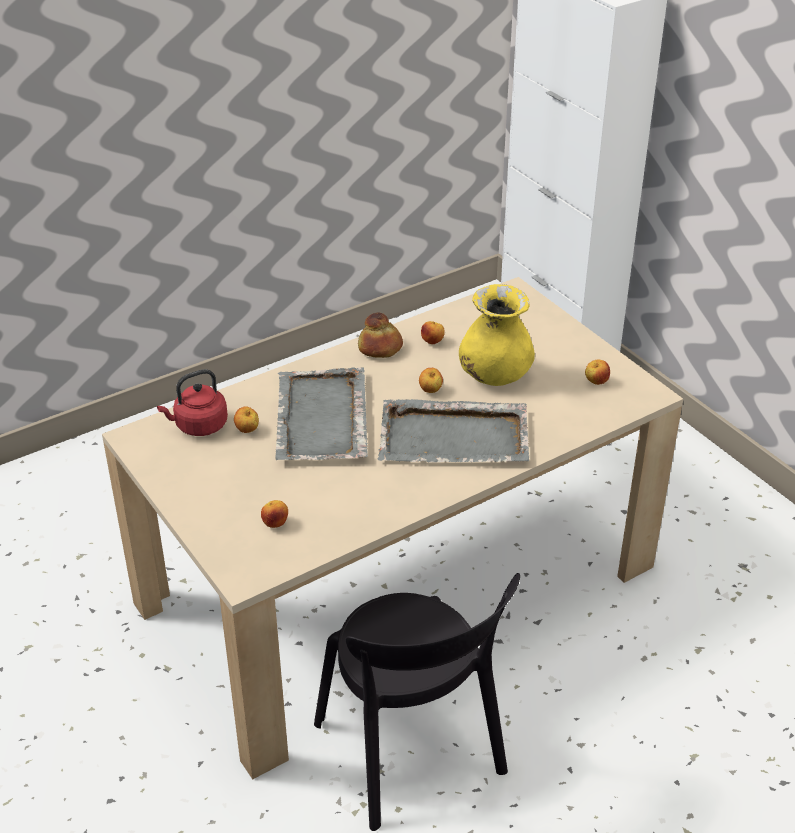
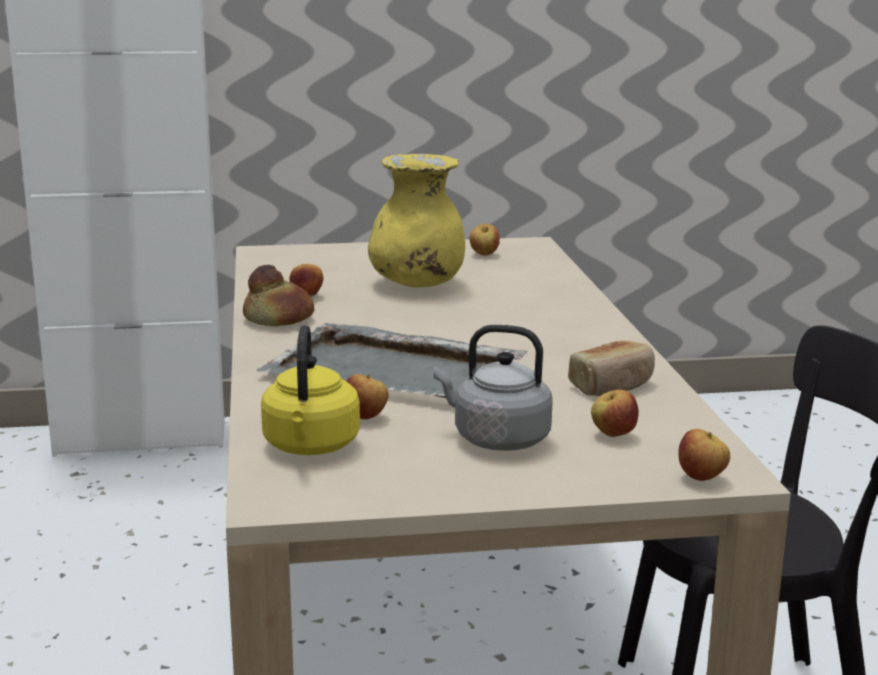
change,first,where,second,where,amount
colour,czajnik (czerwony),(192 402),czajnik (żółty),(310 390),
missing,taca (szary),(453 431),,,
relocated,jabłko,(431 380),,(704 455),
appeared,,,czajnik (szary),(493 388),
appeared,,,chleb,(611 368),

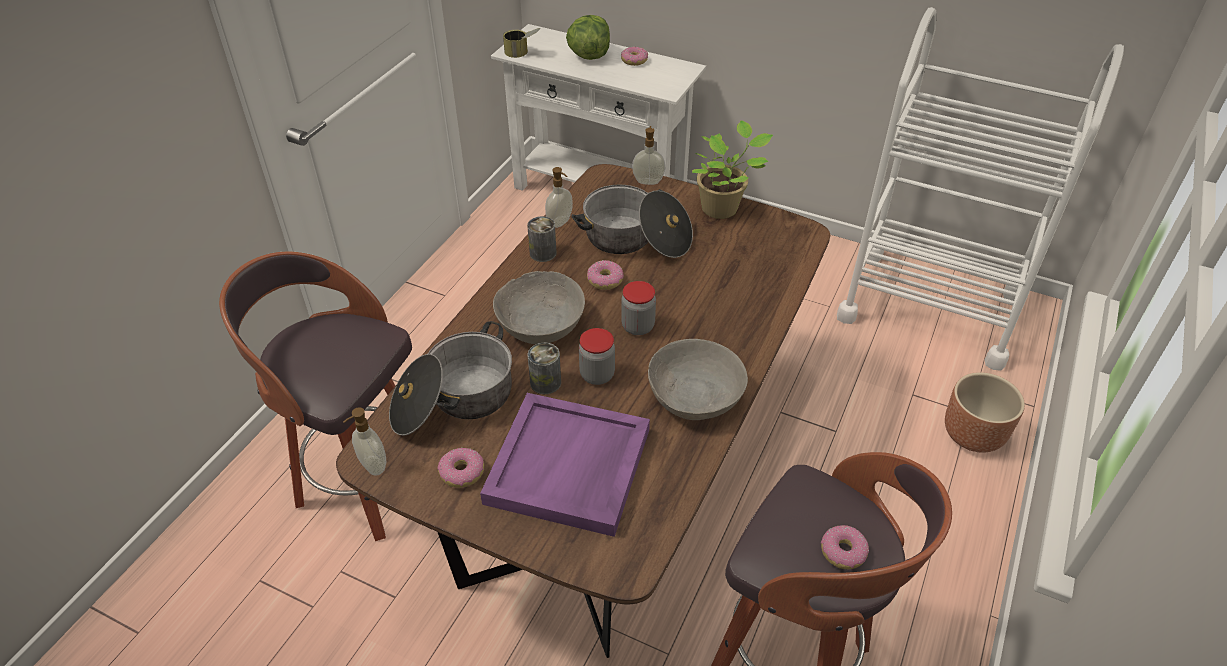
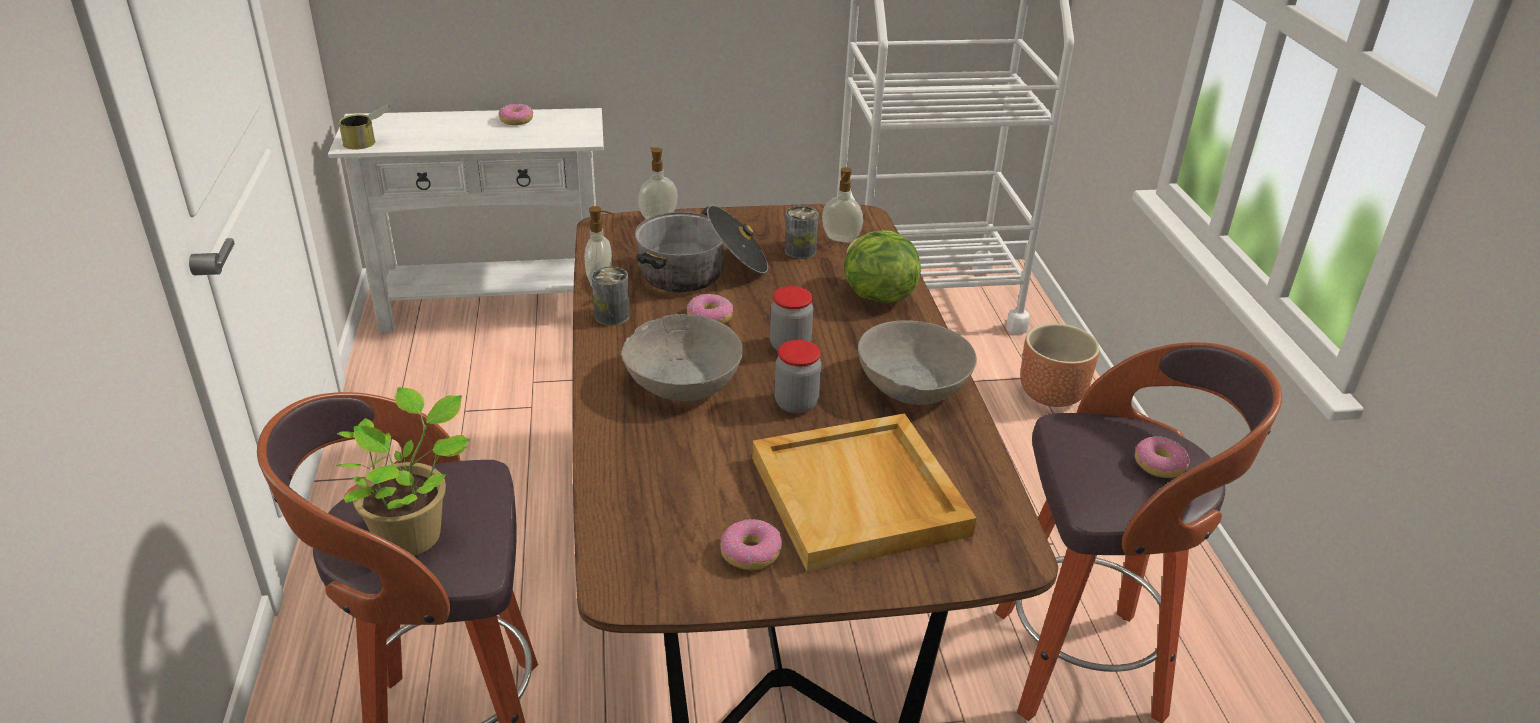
change,first,where,second,where,amount
relocated,dozownik mydła,(364 441),,(842 205),
missing,garnek,(450 378),,,
colour,taca (fioletowy),(565 465),taca (beżowy),(864 492),
relocated,puszka,(544 368),,(802 232),
relocated,sałata,(588 37),,(882 266),
relocated,roślina doniczkowa,(732 169),,(403 471),

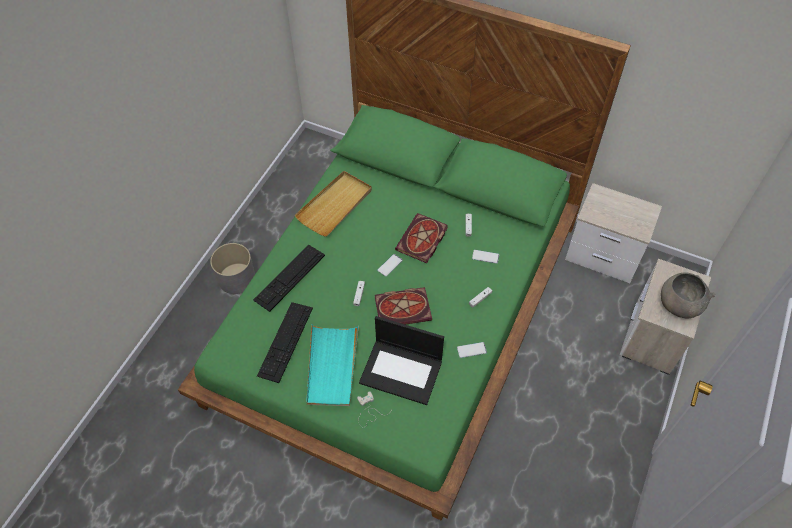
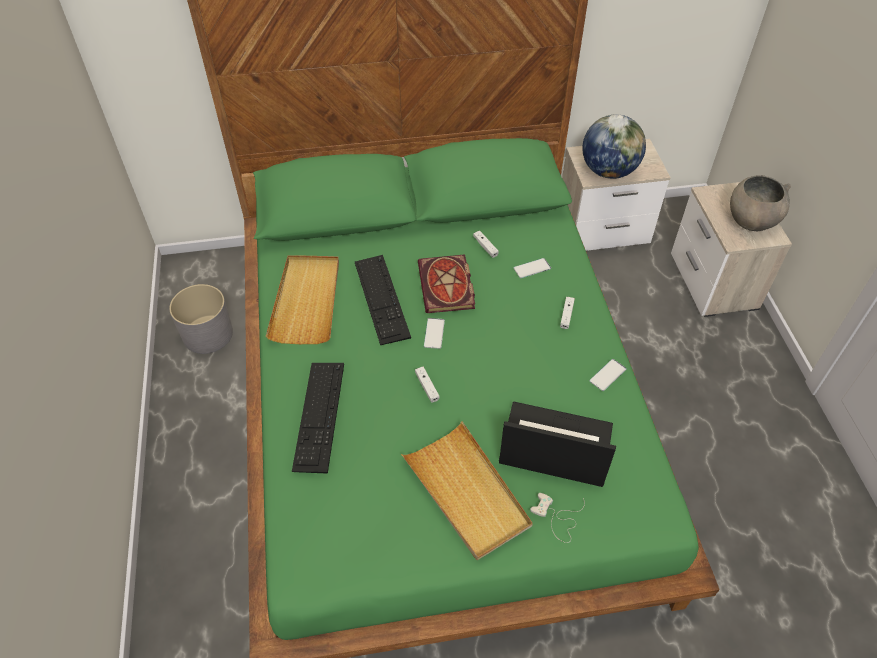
change,first,where,second,where,amount
relocated,donica (szary),(232 268),,(201 319),
relocated,klawiatura,(285 342),,(383 300),
colour,taca (turkusowy),(332 365),taca (beżowy),(467 490),
spun,laptop,(401 360),,(557 444),150 degrees counterclockwise
missing,książka,(403 306),,,
appeared,,,globus,(614 146),

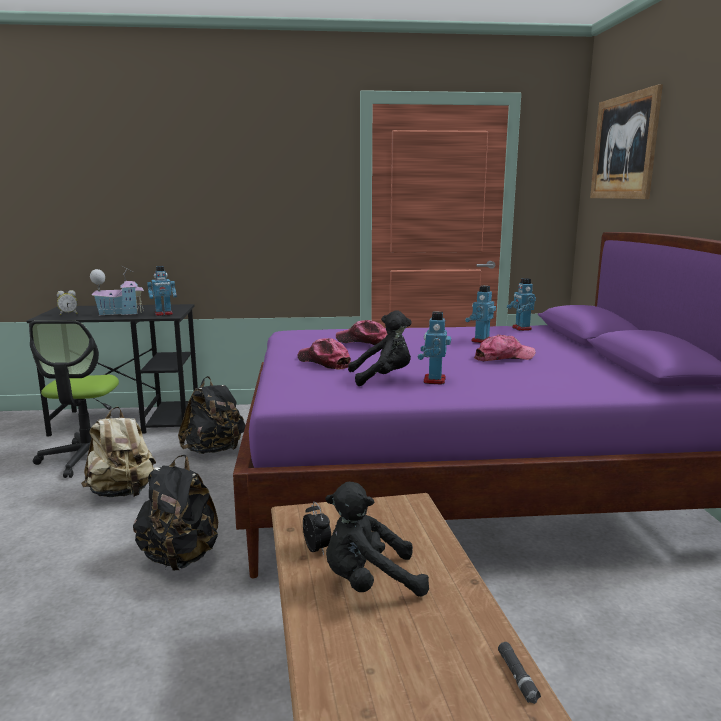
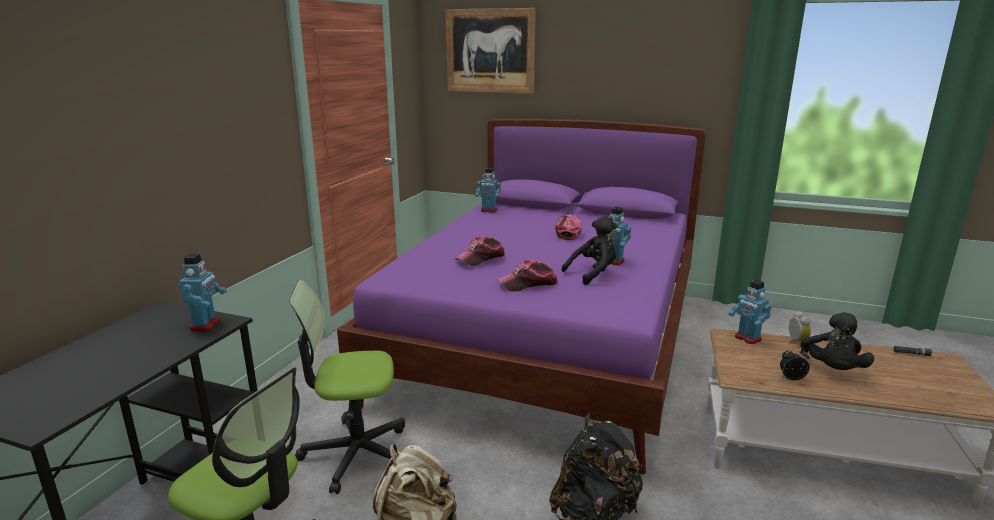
change,first,where,second,where,amount
relocated,budzik,(67 302),,(800 327),
missing,domek,(117 290),,,
exchanged,plecak (czarny),(212 415),krzesło biurowe,(347 387),
spun,pluszak (czarny),(380 348),,(589 250),45 degrees clockwise
relocated,robot zabawkowy,(480 314),,(750 312),

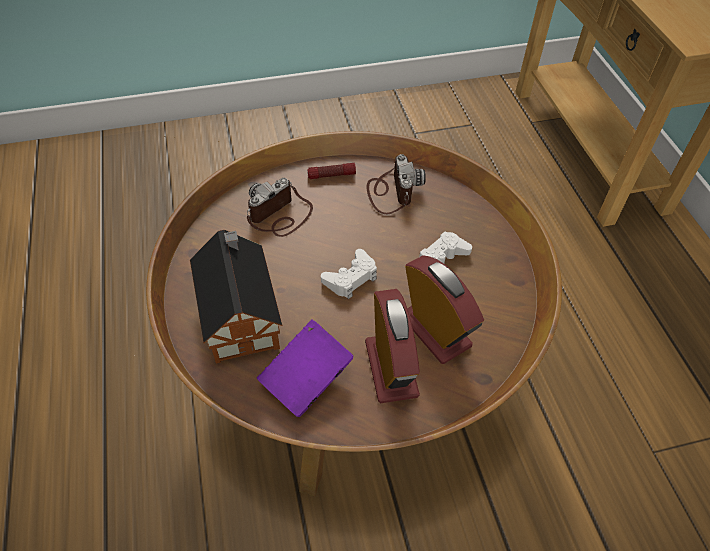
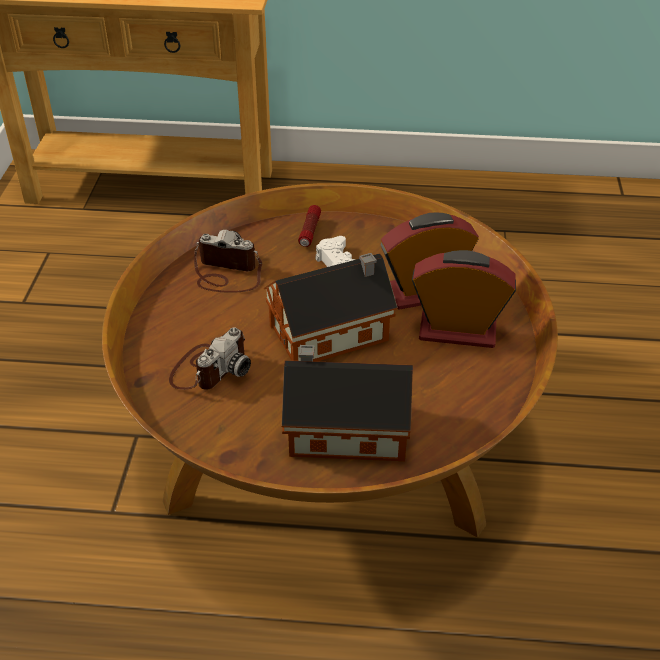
change,first,where,second,where,amount
spun,aparat fotograficzny,(280 207),,(210 358),120 degrees counterclockwise
missing,książka (fioletowy),(305 368),,,
relocated,latarka,(331 171),,(309 226),
exchanged,pad do gier (biały),(349 274),domek,(331 307),

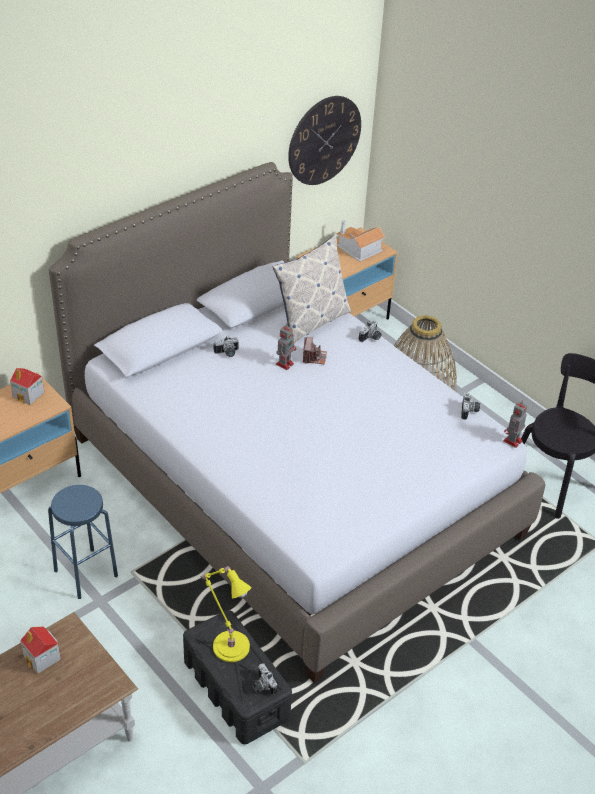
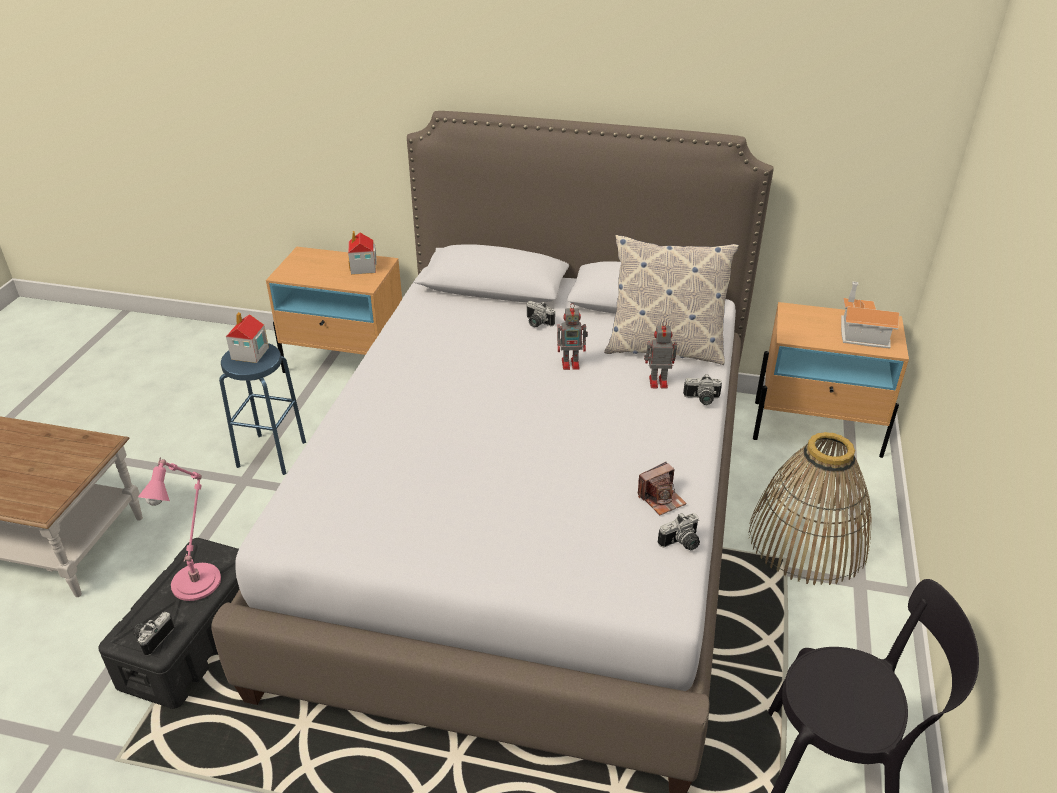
change,first,where,second,where,amount
relocated,domek,(40 650),,(247 337),
colour,lampa stołowa (żółty),(226 614),lampa stołowa (różowy),(179 529),
missing,zegar ścienny,(324 140),,,
relocated,aparat fotograficzny,(315 350),,(662 488),
relocated,robot zabawkowy,(515 424),,(660 355),

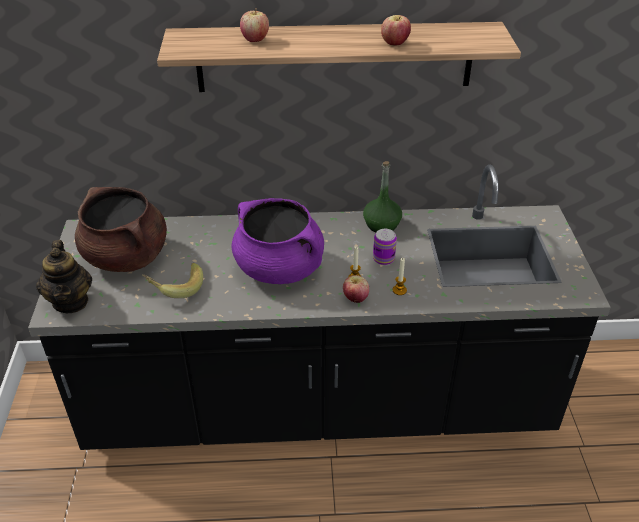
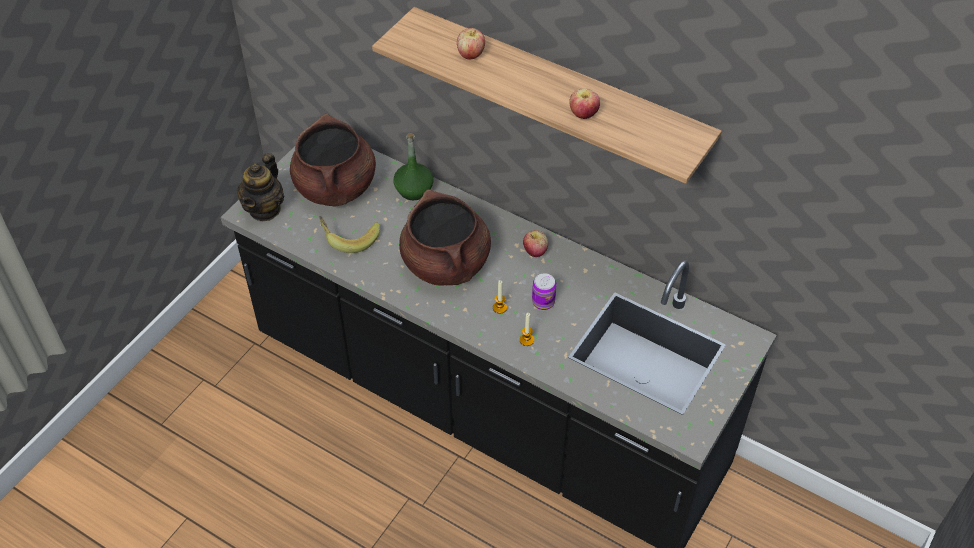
change,first,where,second,where,amount
colour,garnek (fioletowy),(277 241),garnek (brązowy),(445 237),
relocated,jabłko,(356 289),,(535 243),
relocated,butelka (zielony),(382 196),,(413 166),

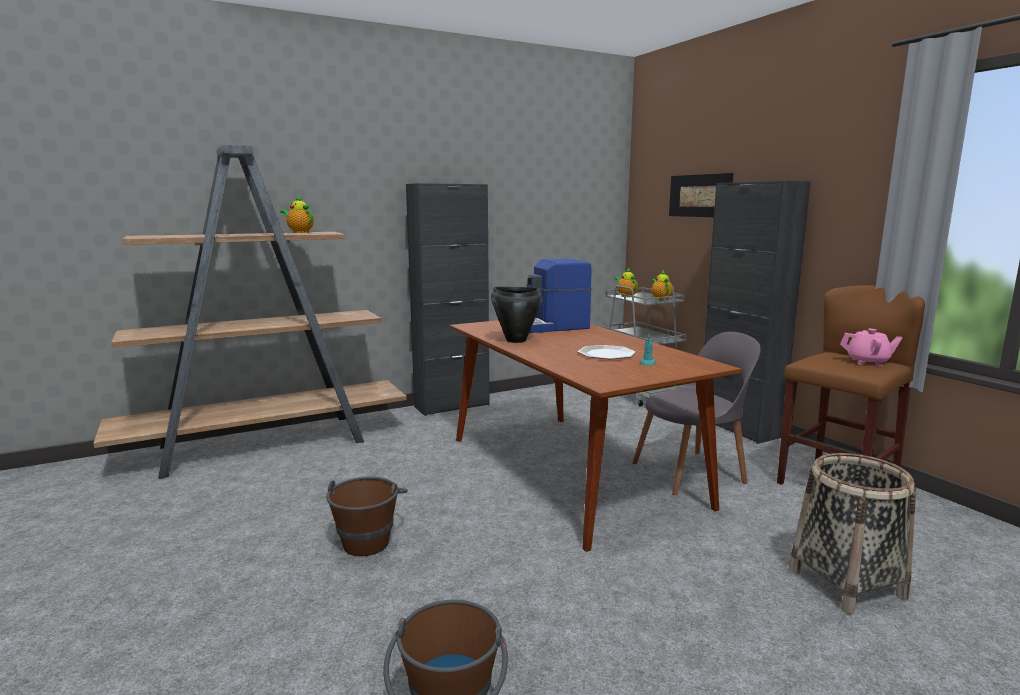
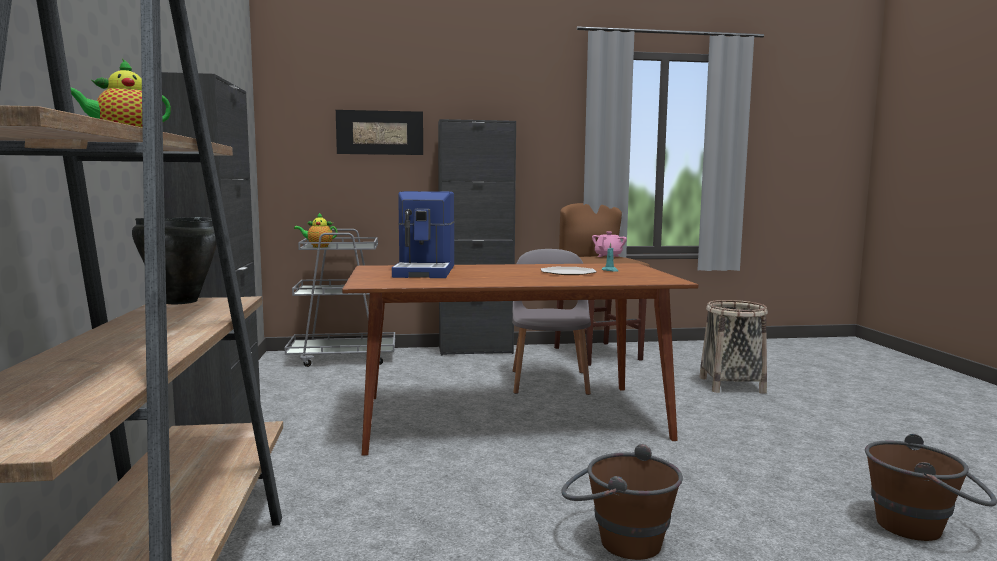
change,first,where,second,where,amount
relocated,garnek (czarny),(516 315),,(174 260),
missing,imbryk,(662 285),,,

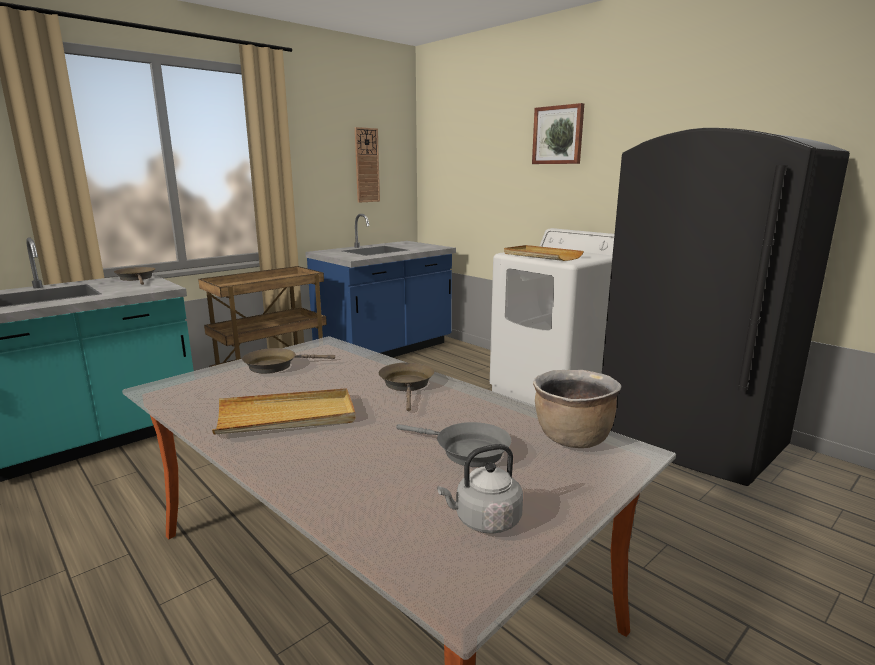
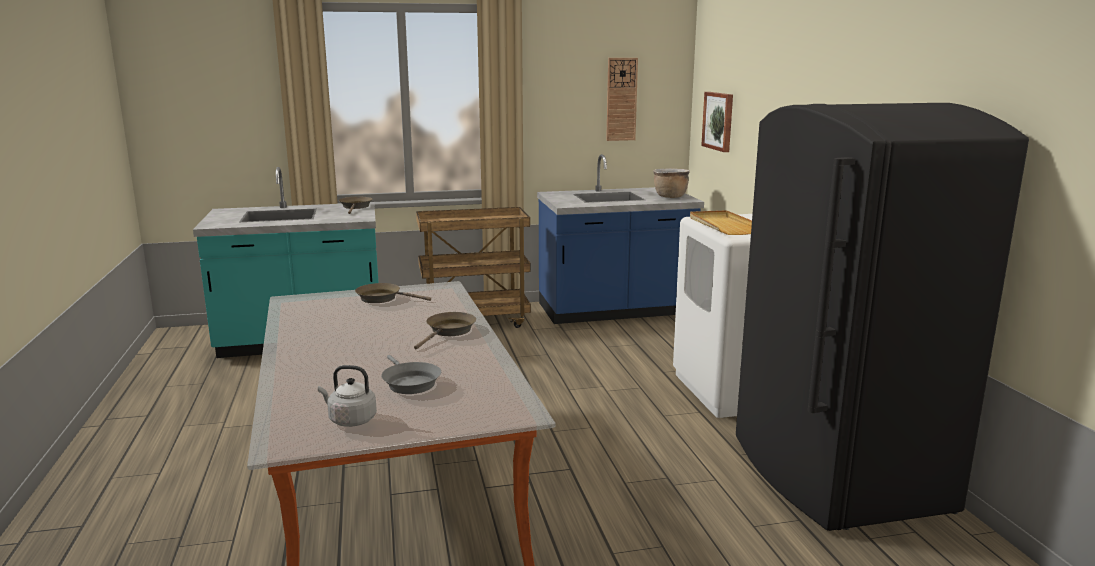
change,first,where,second,where,amount
missing,taca (beżowy),(284 411),,,
relocated,obraz,(558 133),,(717 122),
relocated,garnek (brązowy),(577 409),,(671 183),

